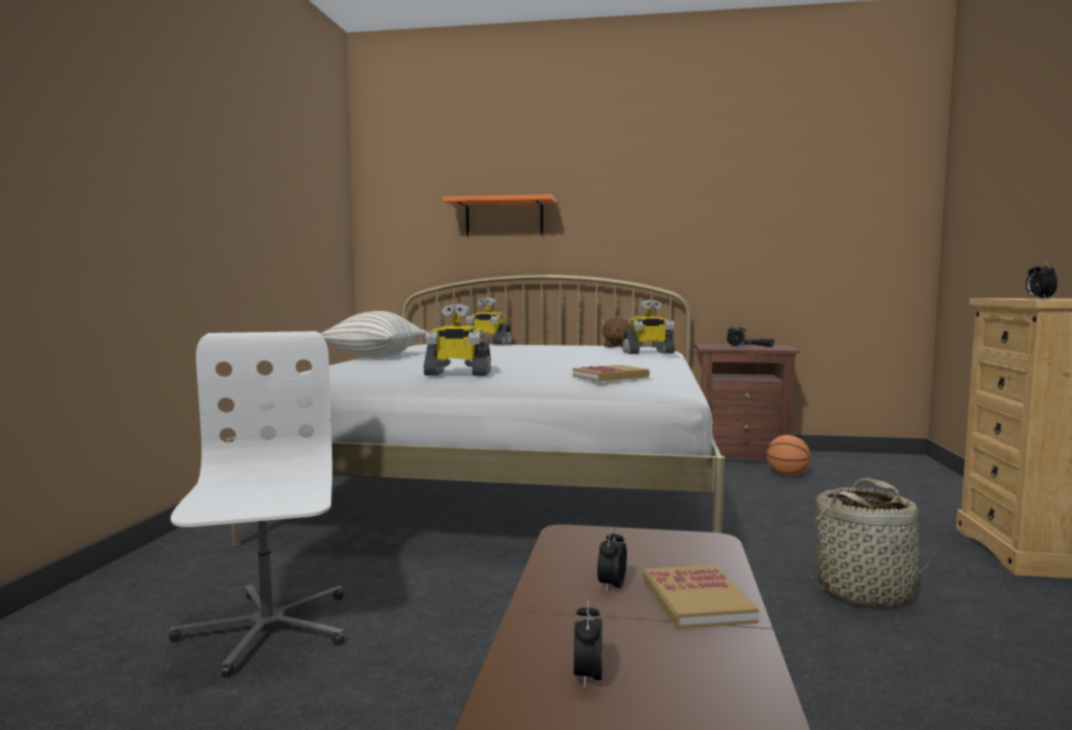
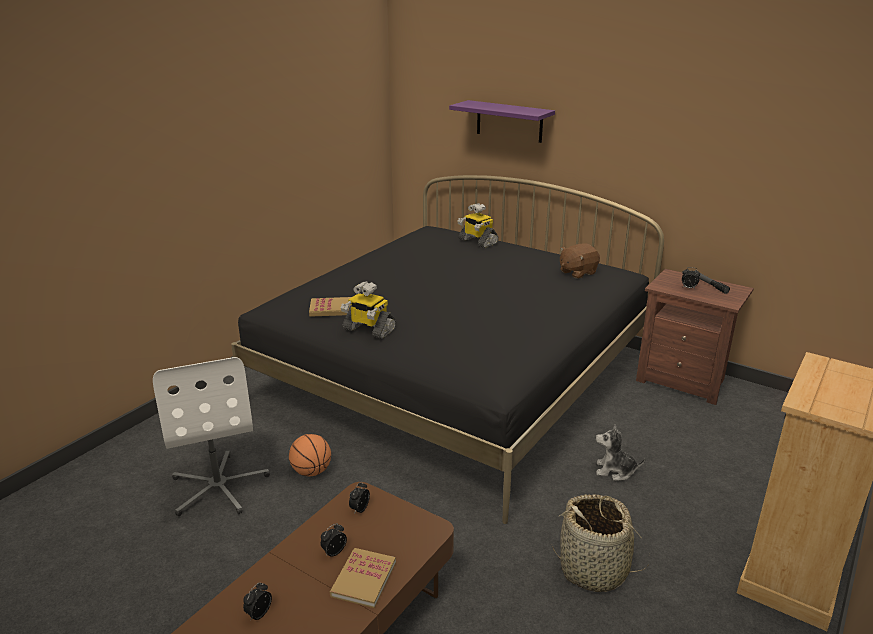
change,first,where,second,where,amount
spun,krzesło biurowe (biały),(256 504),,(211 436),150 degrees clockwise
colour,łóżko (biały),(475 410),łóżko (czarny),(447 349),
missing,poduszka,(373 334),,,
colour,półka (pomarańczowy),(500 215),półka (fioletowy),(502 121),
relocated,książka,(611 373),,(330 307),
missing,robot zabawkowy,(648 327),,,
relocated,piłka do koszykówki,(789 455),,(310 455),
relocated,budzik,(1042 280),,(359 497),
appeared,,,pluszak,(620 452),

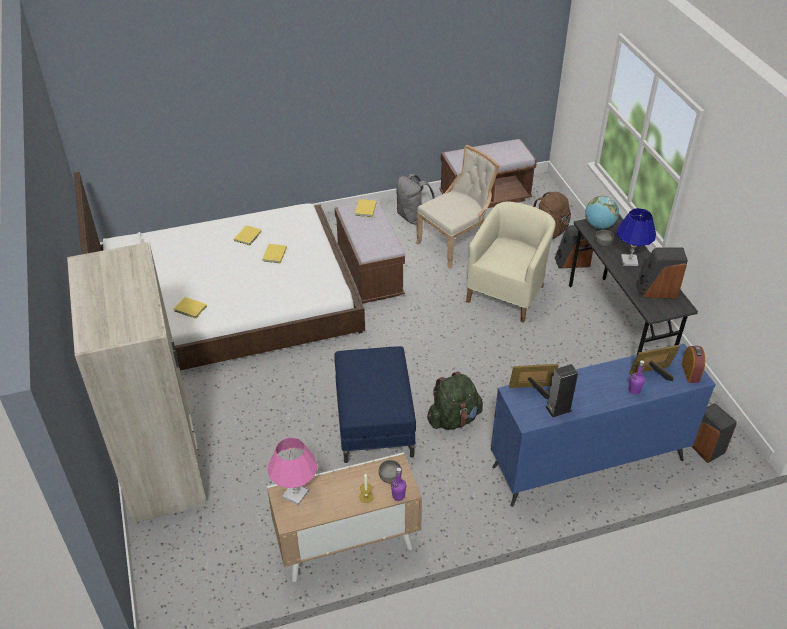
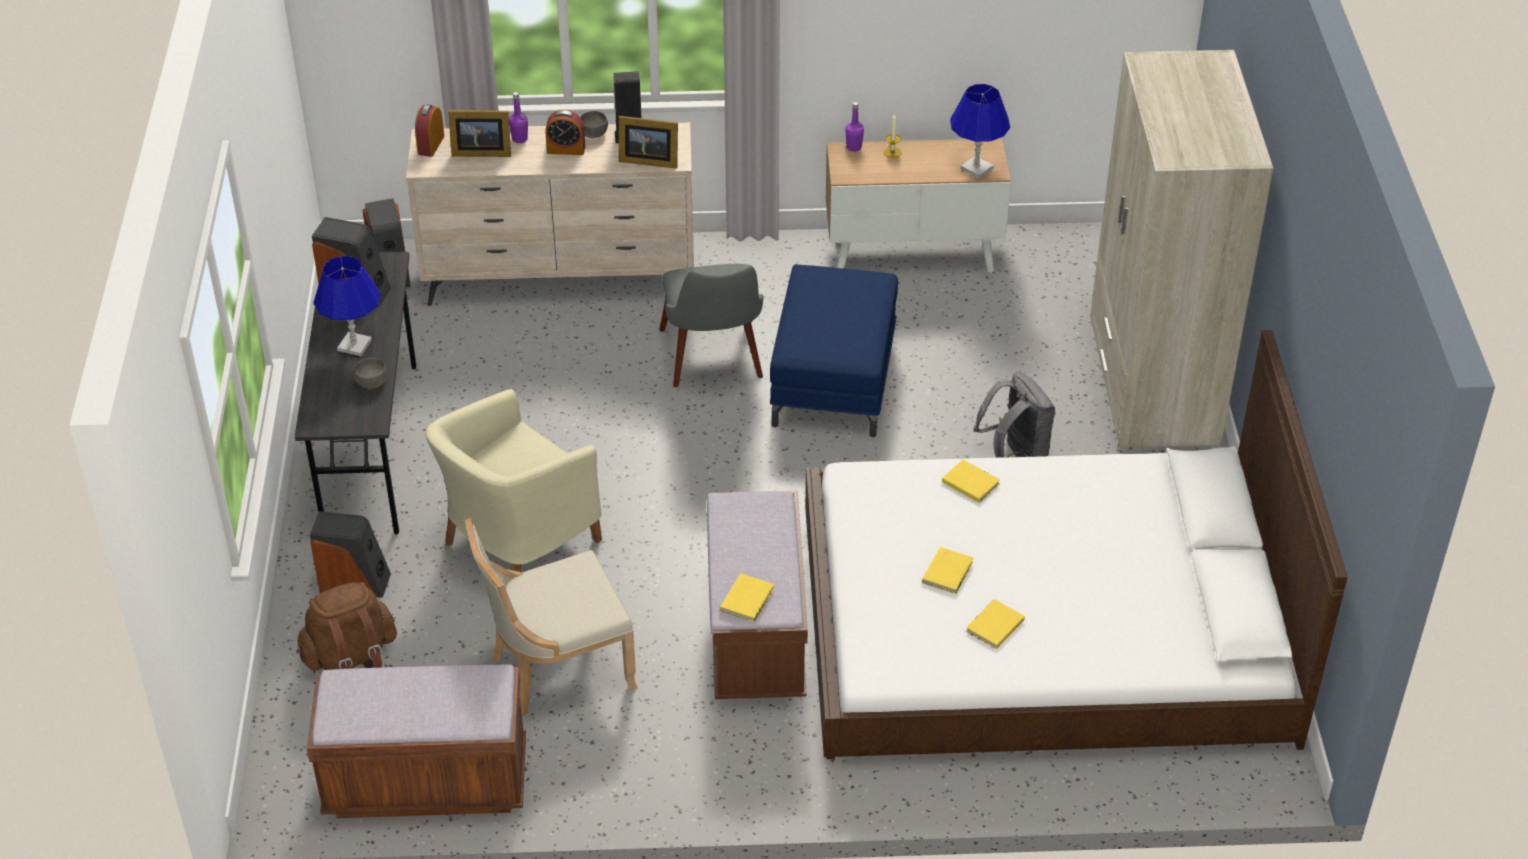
change,first,where,second,where,amount
relocated,książka (żółty),(190 308),,(971 481),
colour,lampa stołowa (różowy),(292 471),lampa stołowa (niebieski),(980 131),
relocated,miska (szary),(390 472),,(594 124),
relocated,plecak (szary),(415 199),,(1014 415),
exchanged,plecak (zielony),(455 401),krzesło (szary),(711 325),
colour,komoda (niebieski),(603 425),komoda (beżowy),(550 214),
missing,globus,(602 212),,,
appeared,,,budzik,(565 132),

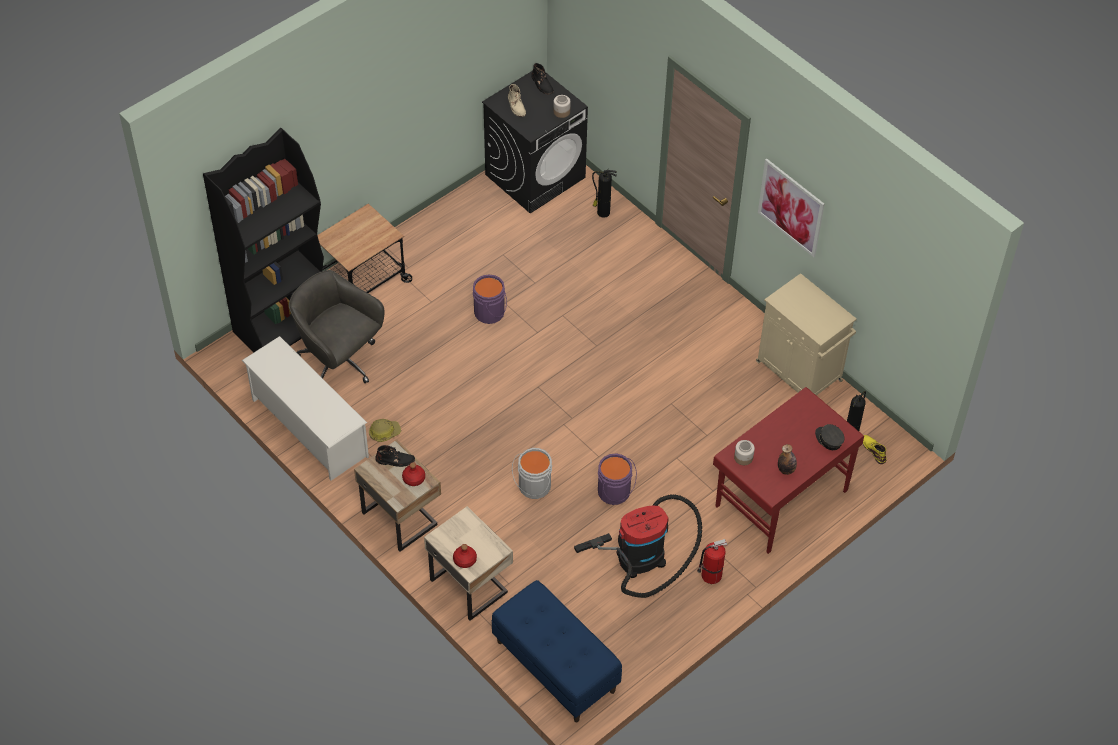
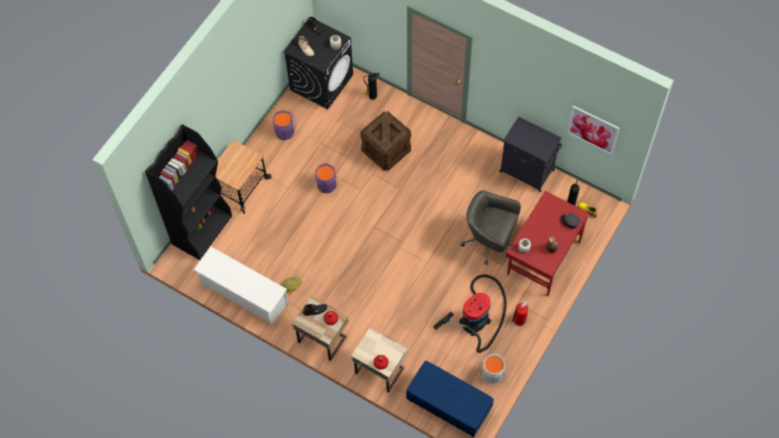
change,first,where,second,where,amount
relocated,krzesło biurowe (szary),(336 326),,(491 227),
relocated,wiadro (szary),(532 473),,(492 369),
relocated,wiadro (fioletowy),(617 479),,(284 125),
colour,szafka (beżowy),(806 334),szafka (czarny),(530 154),
relocated,obraz,(791 208),,(593 130),
appeared,,,skrzynka,(386 141),

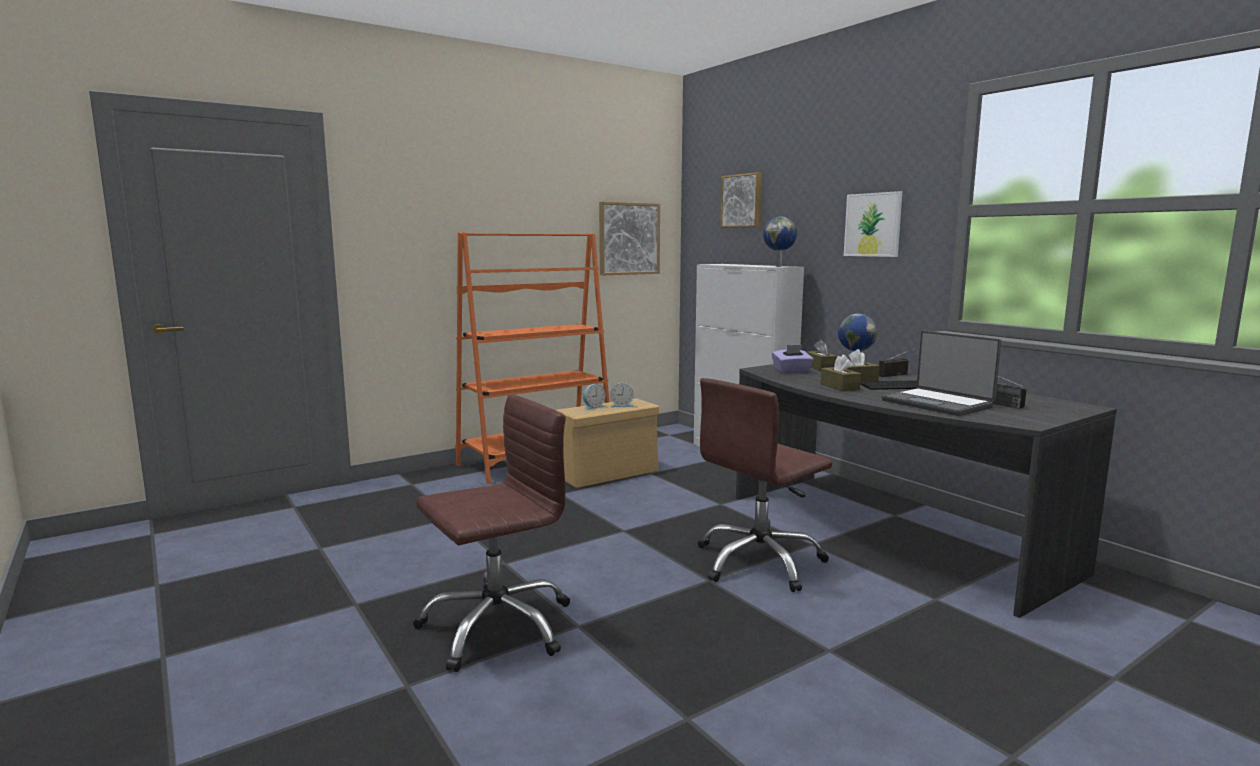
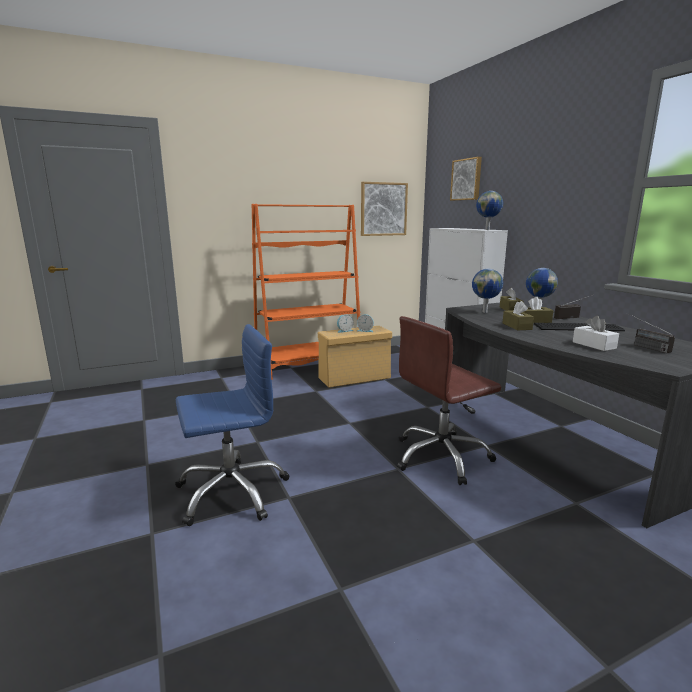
change,first,where,second,where,amount
colour,krzesło biurowe (brązowy),(491 533),krzesło biurowe (niebieski),(232 425),
exchanged,pudełko chusteczek (fioletowy),(792 359),globus,(487 291),
missing,obraz,(873 224),,,
exchanged,laptop,(941 373),pudełko chusteczek (biały),(596 333),

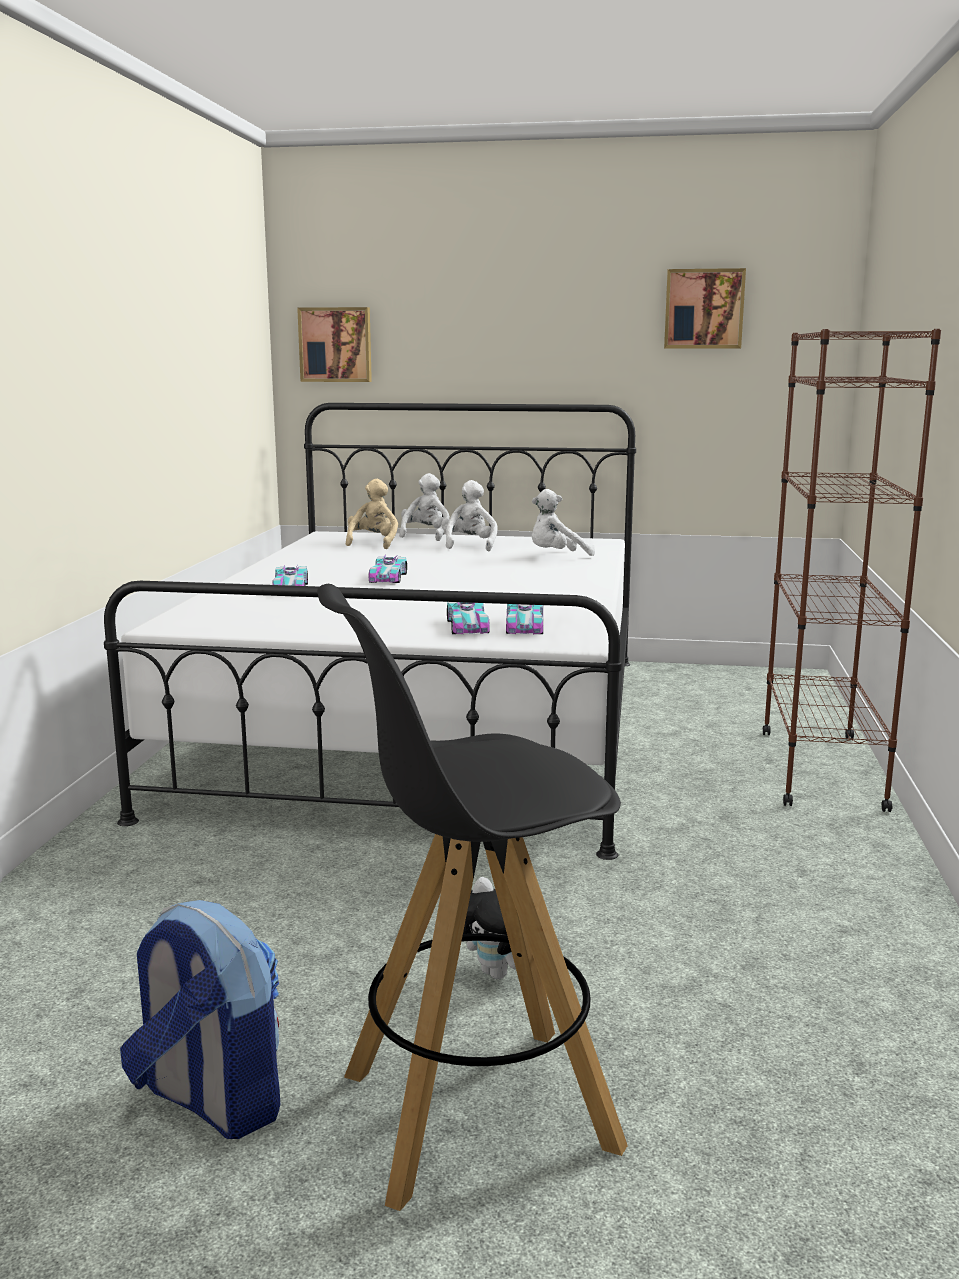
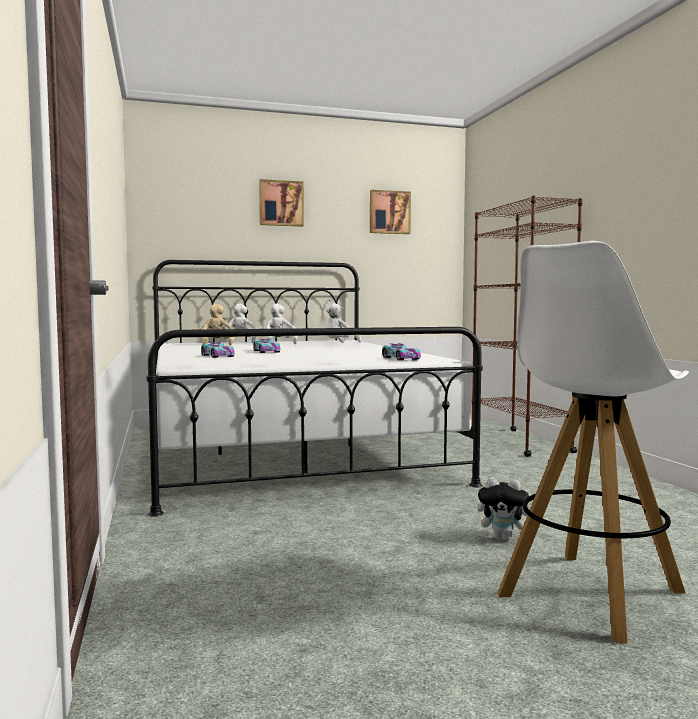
change,first,where,second,where,amount
missing,plecak,(200 1019),,,
relocated,obraz,(334 344),,(281 203),
colour,stołek (czarny),(472 897),stołek (biały),(593 442),
missing,samochodzik,(468 618),,,

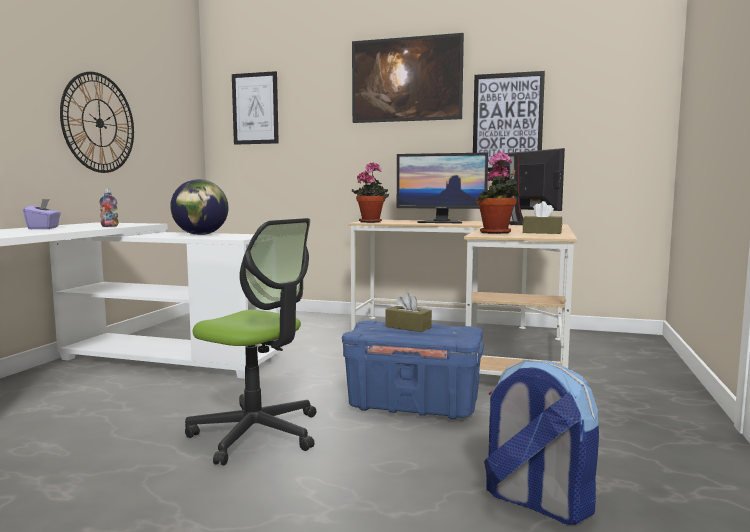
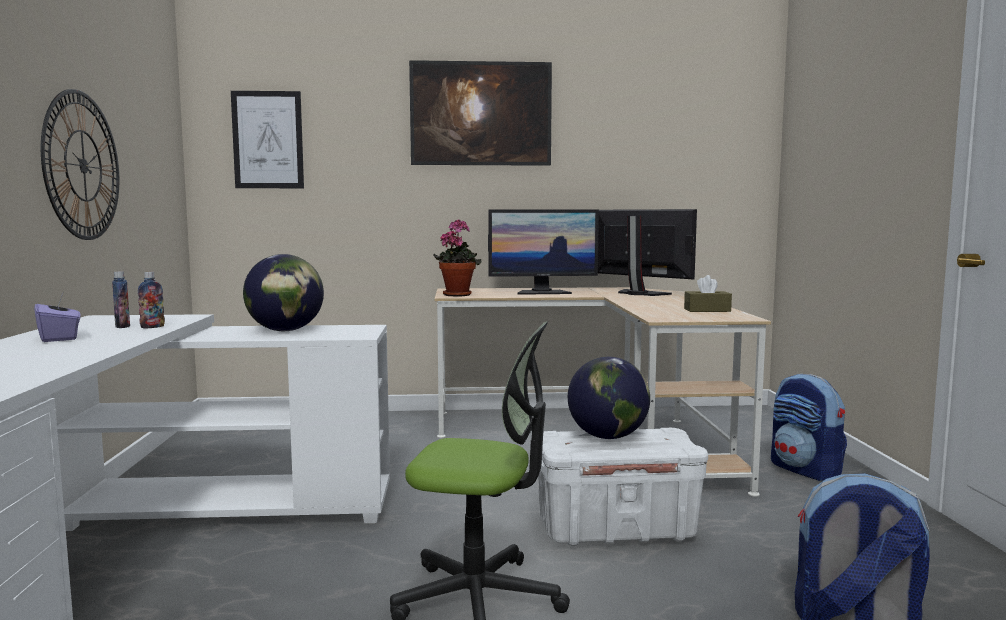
change,first,where,second,where,amount
colour,pojemnik do przechowywania (niebieski),(413 370),pojemnik do przechowywania (biały),(623 487),
exchanged,pudełko chusteczek (brązowy),(408 312),globus,(609 398),
missing,obraz,(509 121),,,
missing,roślina doniczkowa,(498 192),,,
appeared,,,butelka,(121 300),
appeared,,,plecak,(809 427),

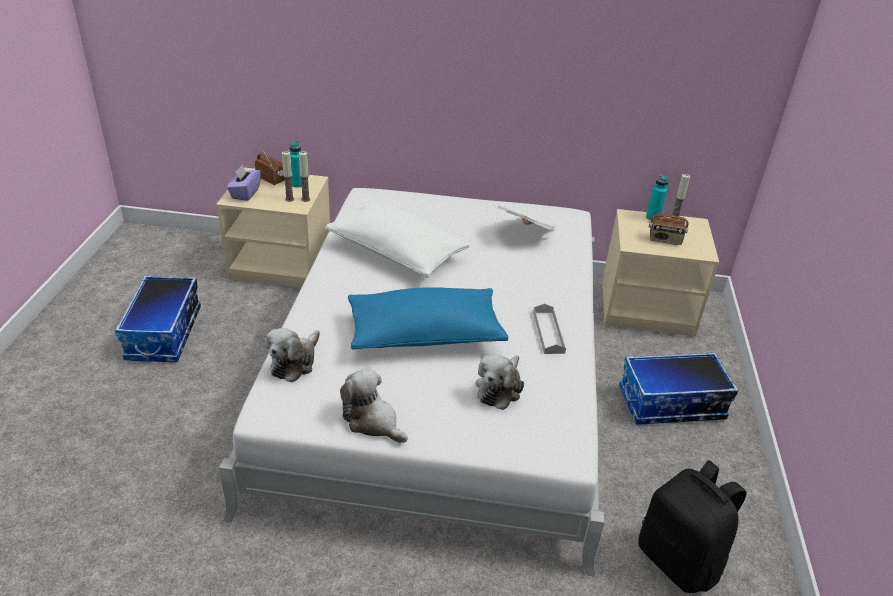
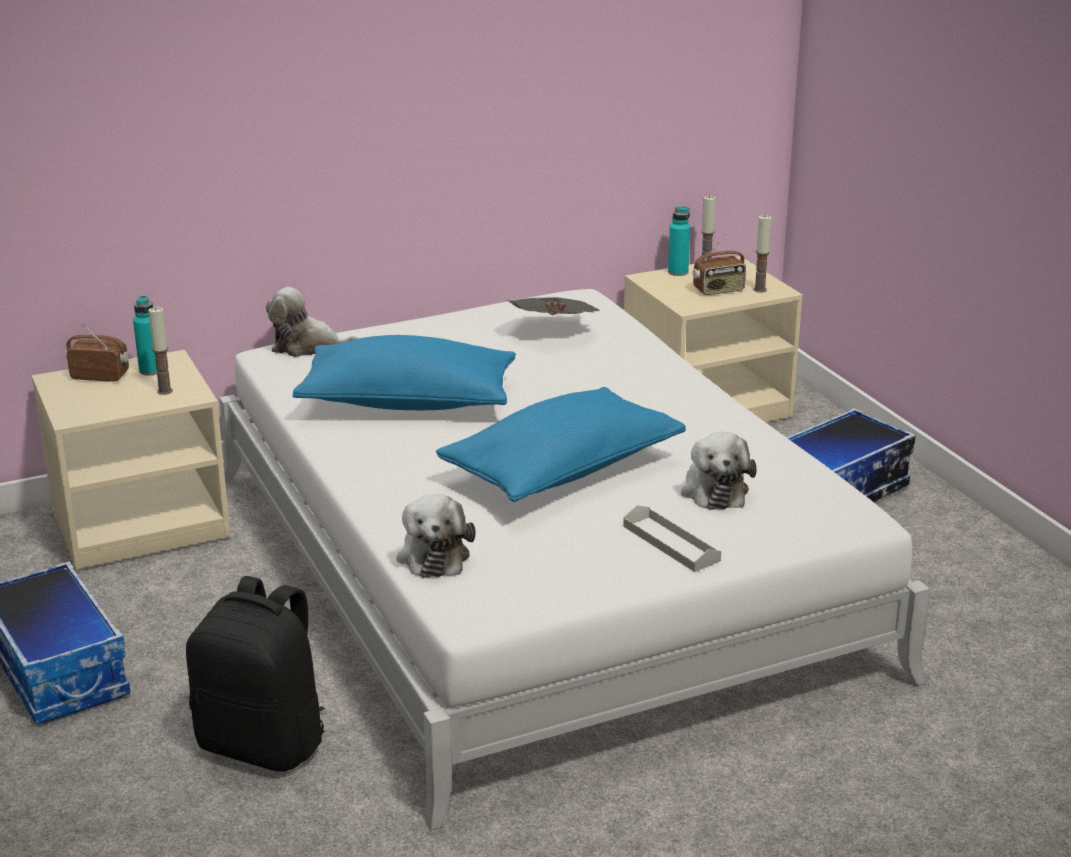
change,first,where,second,where,amount
missing,pudełko chusteczek (fioletowy),(244 183),,,
relocated,świeca,(304 176),,(762 254),
colour,poduszka (biały),(398 239),poduszka (niebieski),(404 372),
relocated,pluszak,(374 405),,(312 322),
relocated,taca (szary),(549 328),,(672 538),
relocated,plecak (czarny),(692 526),,(255 674),

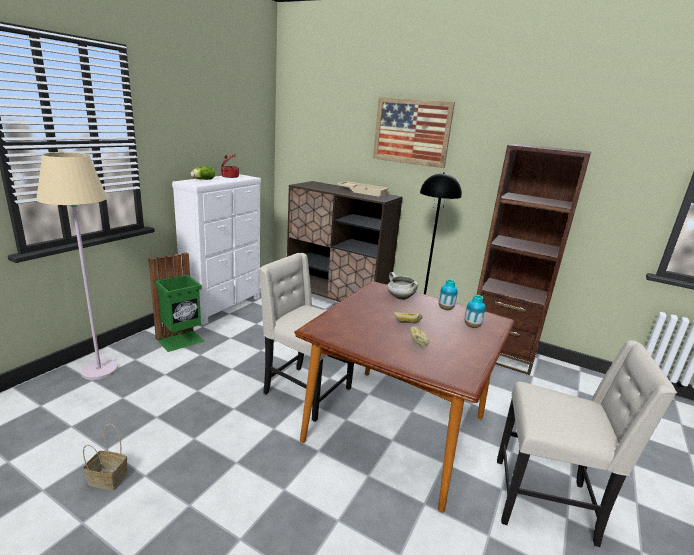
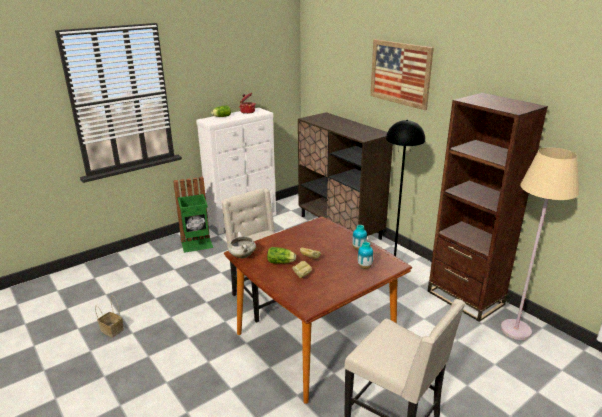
change,first,where,second,where,amount
relocated,lampa stojąca (beżowy),(77 266),,(540 244),
missing,taca (beżowy),(363 189),,,
relocated,garnek (biały),(402 286),,(242 245),
appeared,,,sałata,(281 255),

